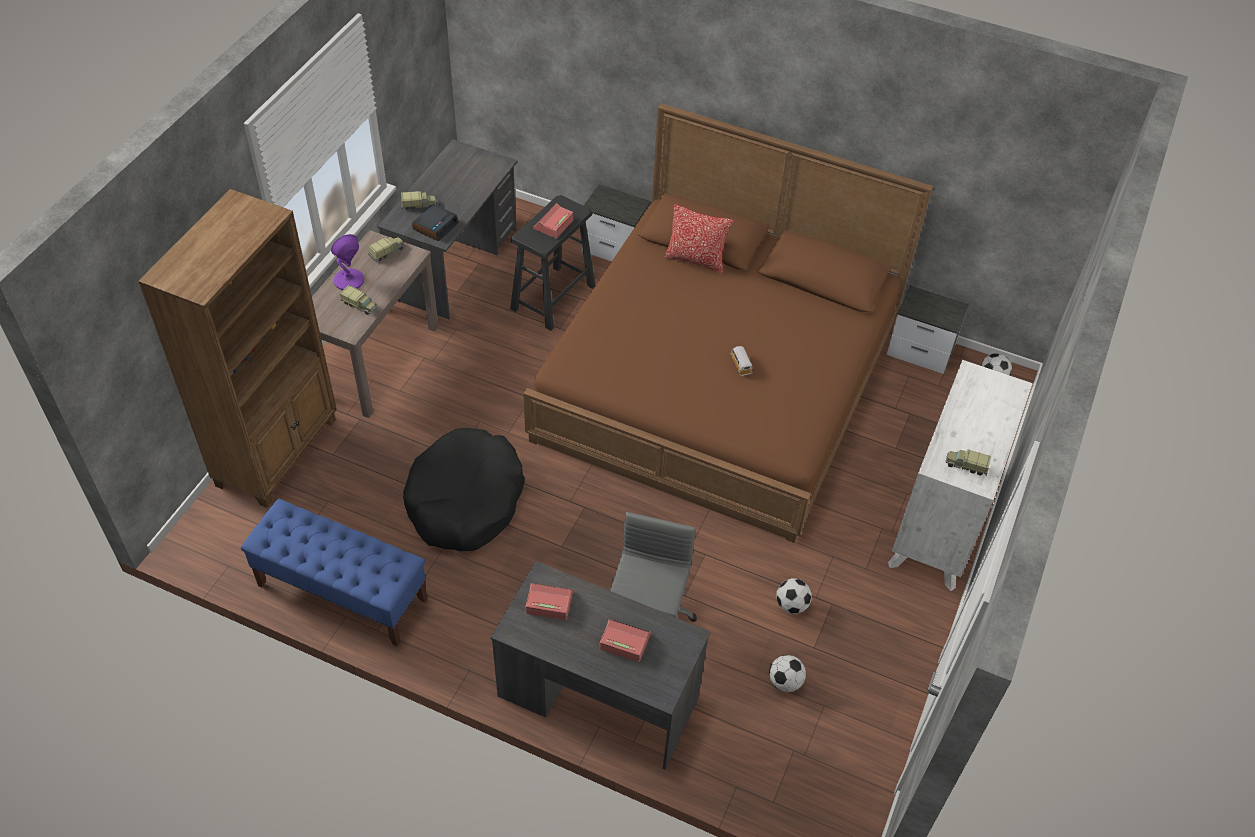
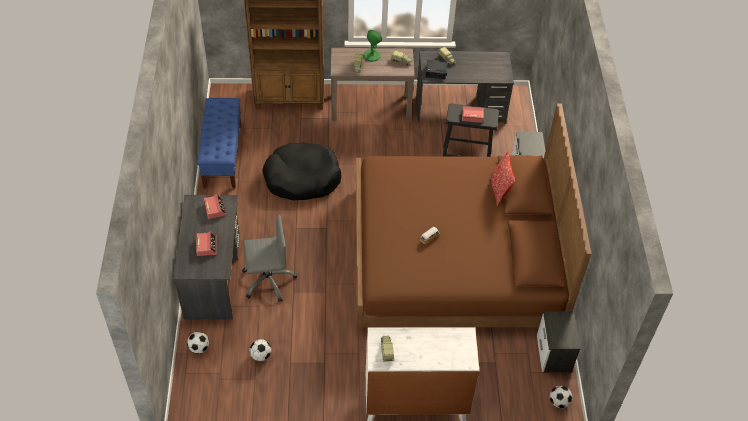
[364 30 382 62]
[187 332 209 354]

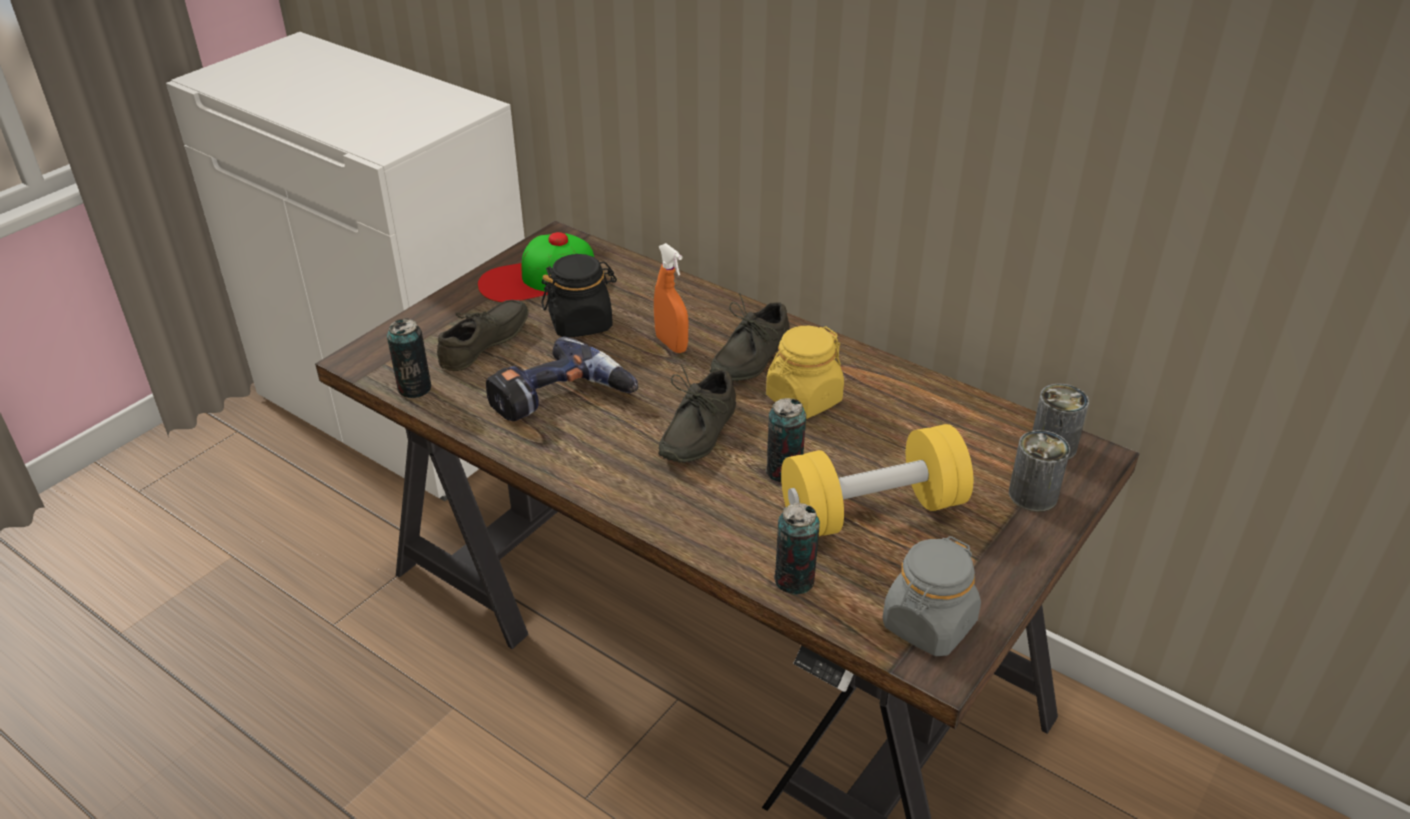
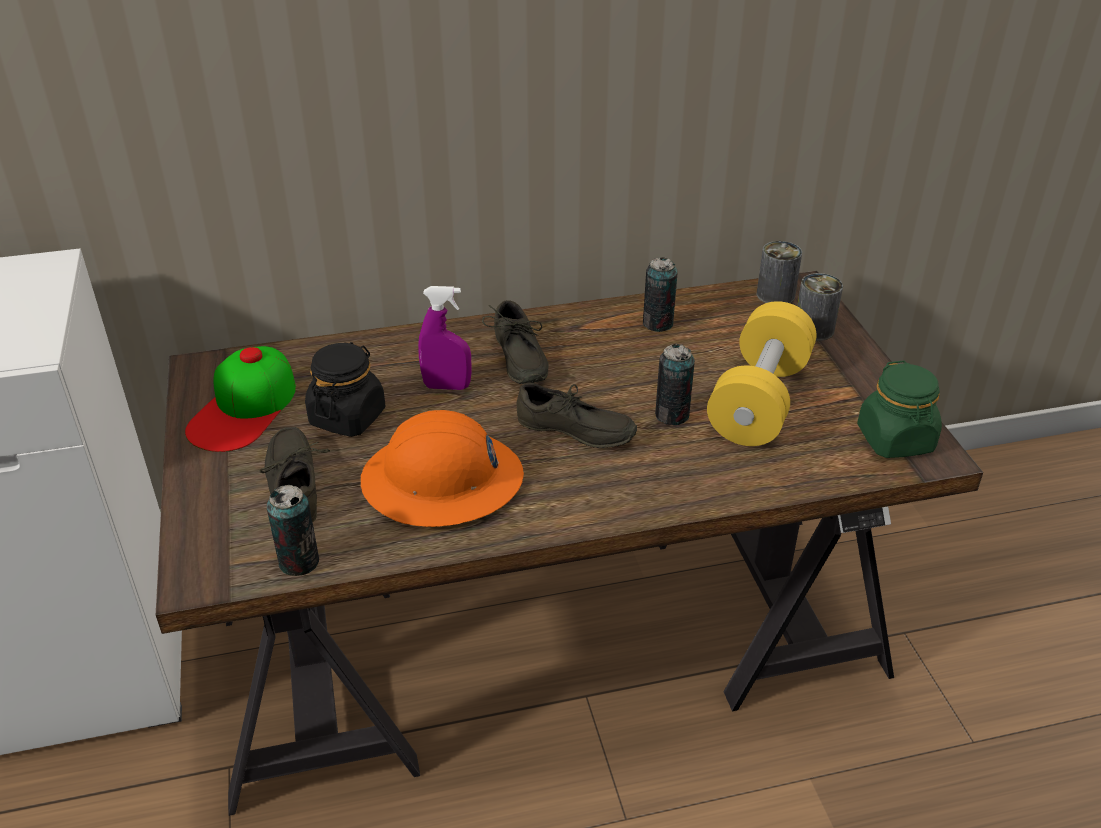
[361 410 524 527]
[418 286 472 390]
[517 382 637 448]
[766 326 844 419] (first image)
[643 257 678 332]
[857 361 942 458]

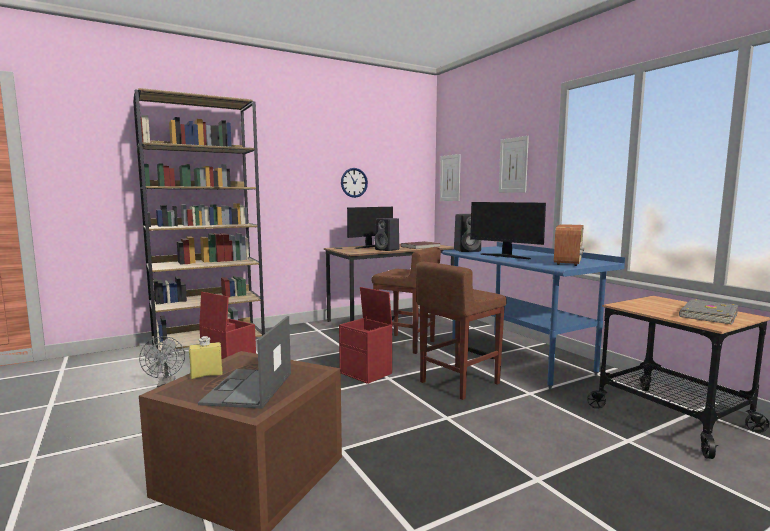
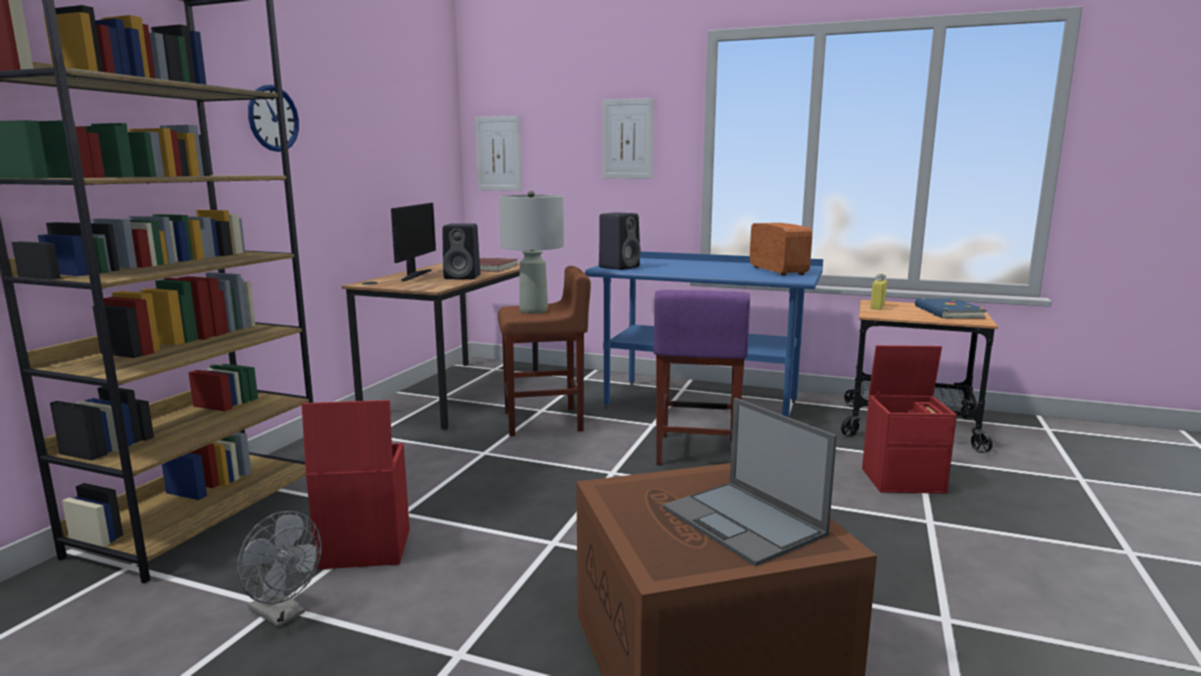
[870 274 887 310]
[862 345 957 494]
[248 85 299 152]
[653 290 750 465]
[470 202 546 259] (first image)
[915 298 987 319]
[499 191 564 314]

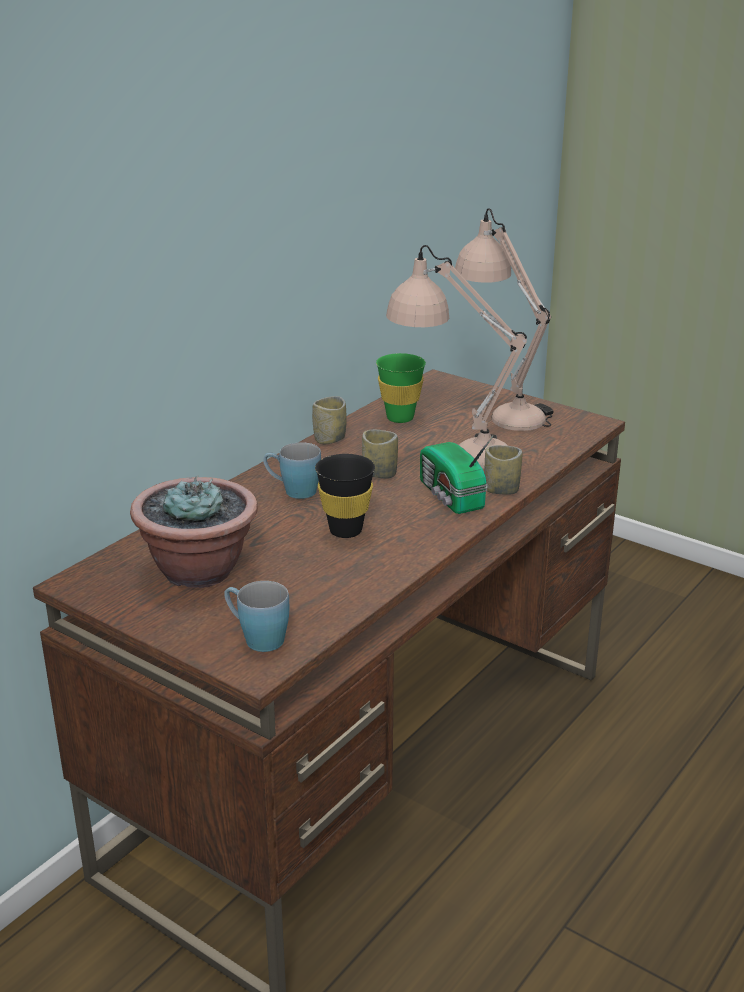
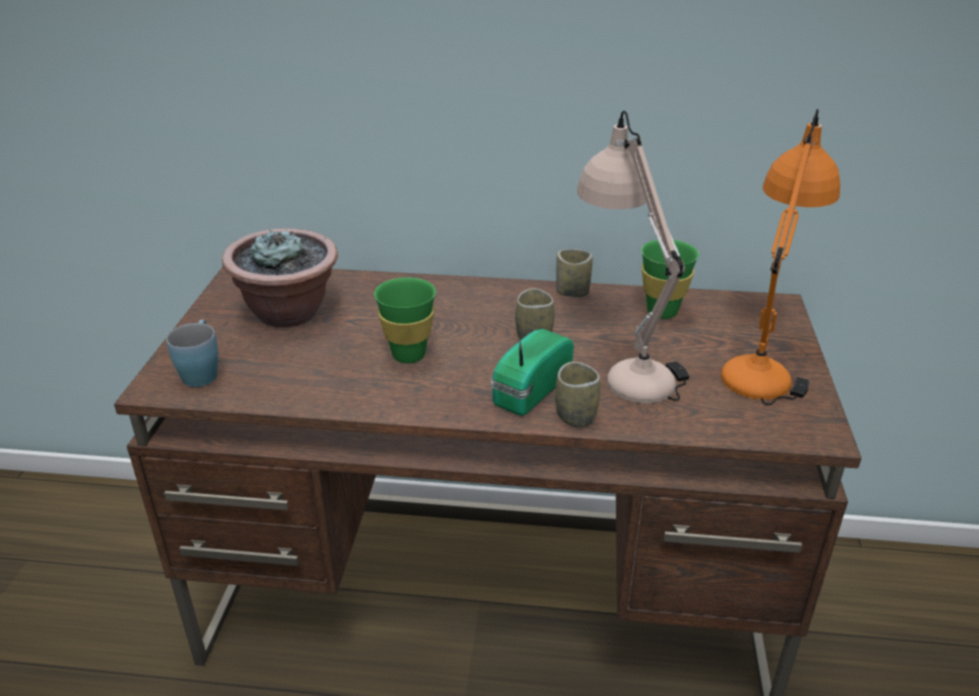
[263 442 321 499] (first image)
[374 277 436 363]
[721 109 840 405]

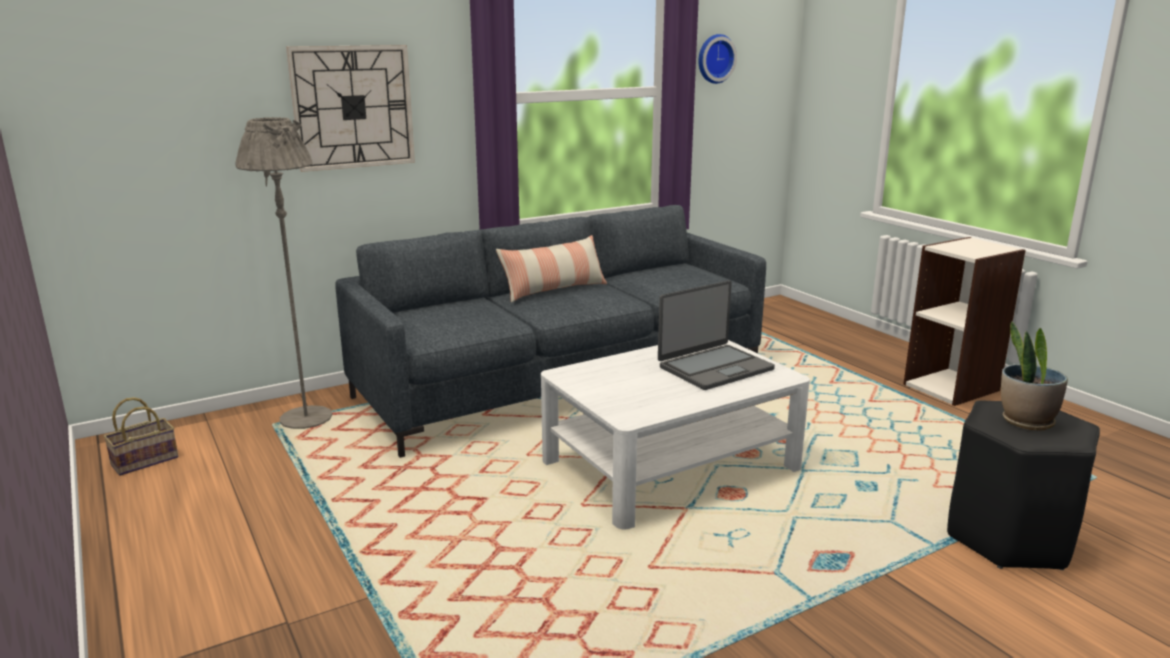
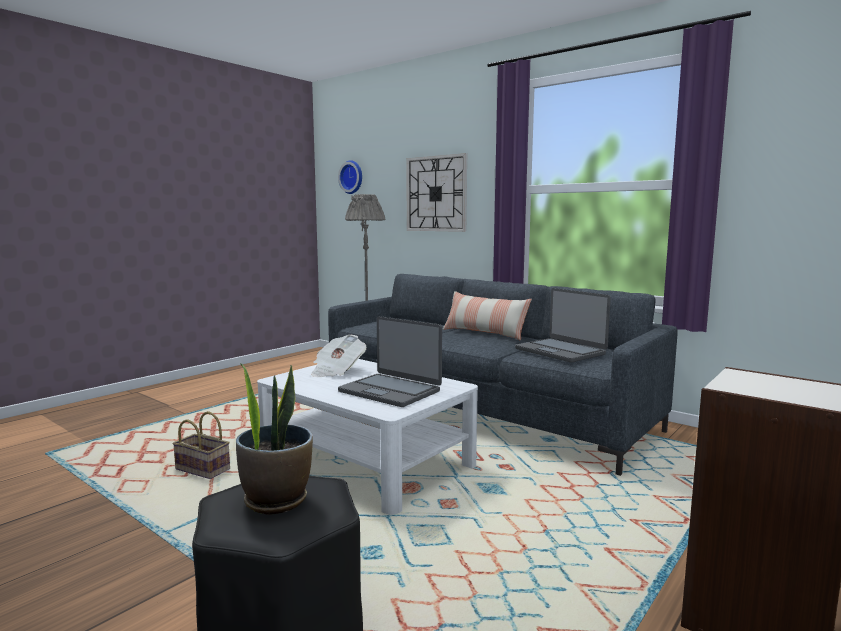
[172 411 230 479]
[338 160 362 194]
[311 335 366 377]
[515 288 611 363]

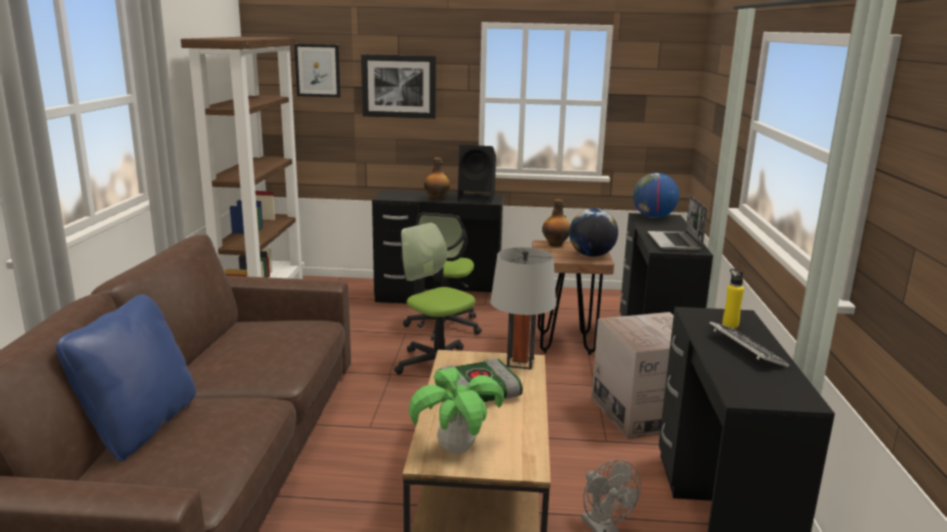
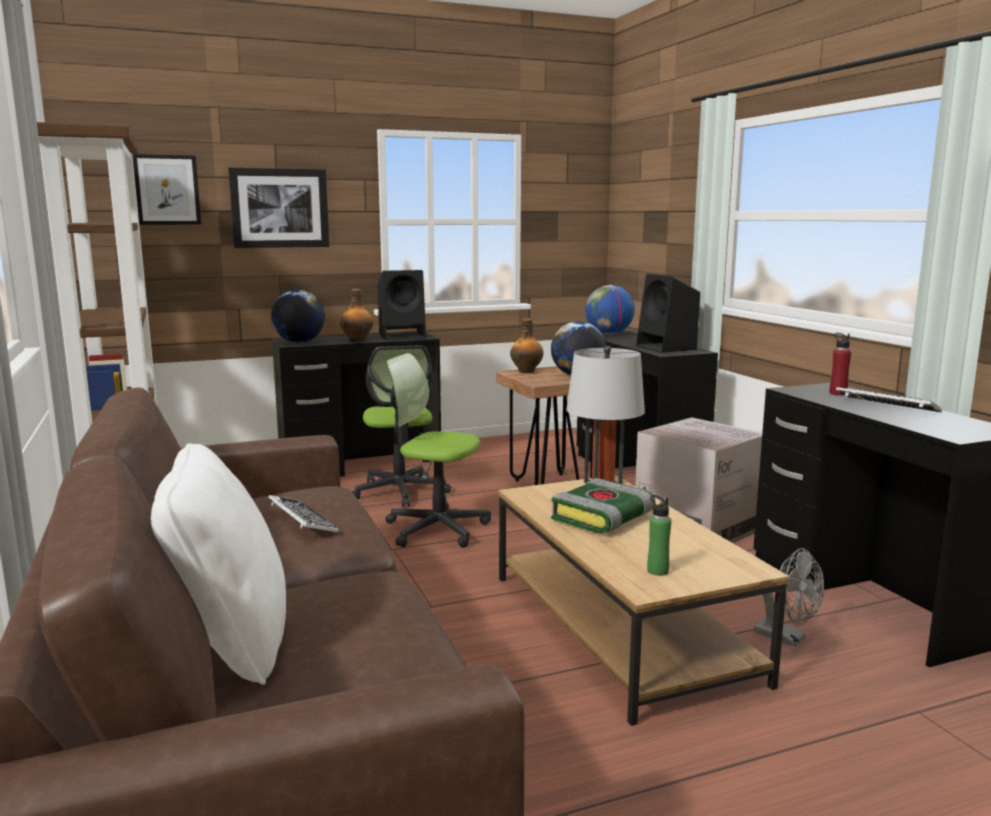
[151 443 286 685]
[647 495 671 576]
[636 274 700 353]
[829 333 851 396]
[268 495 339 533]
[271 290 325 343]

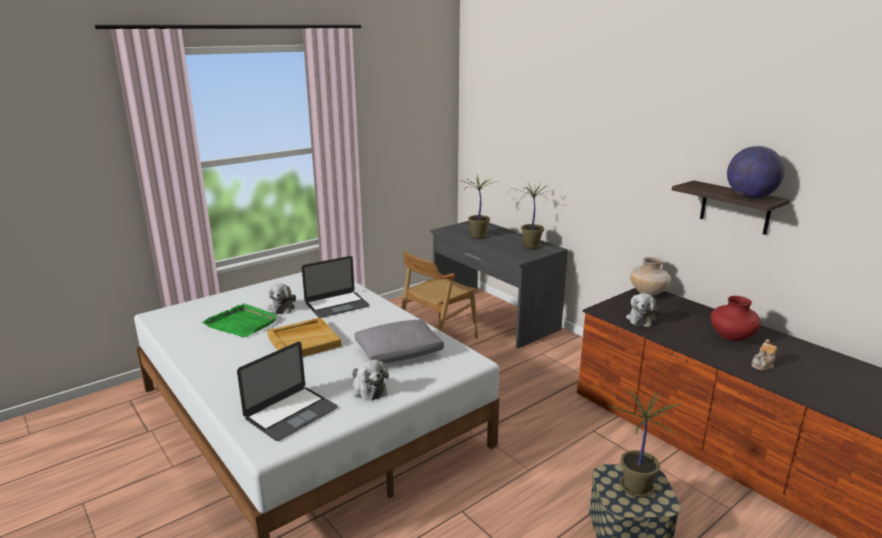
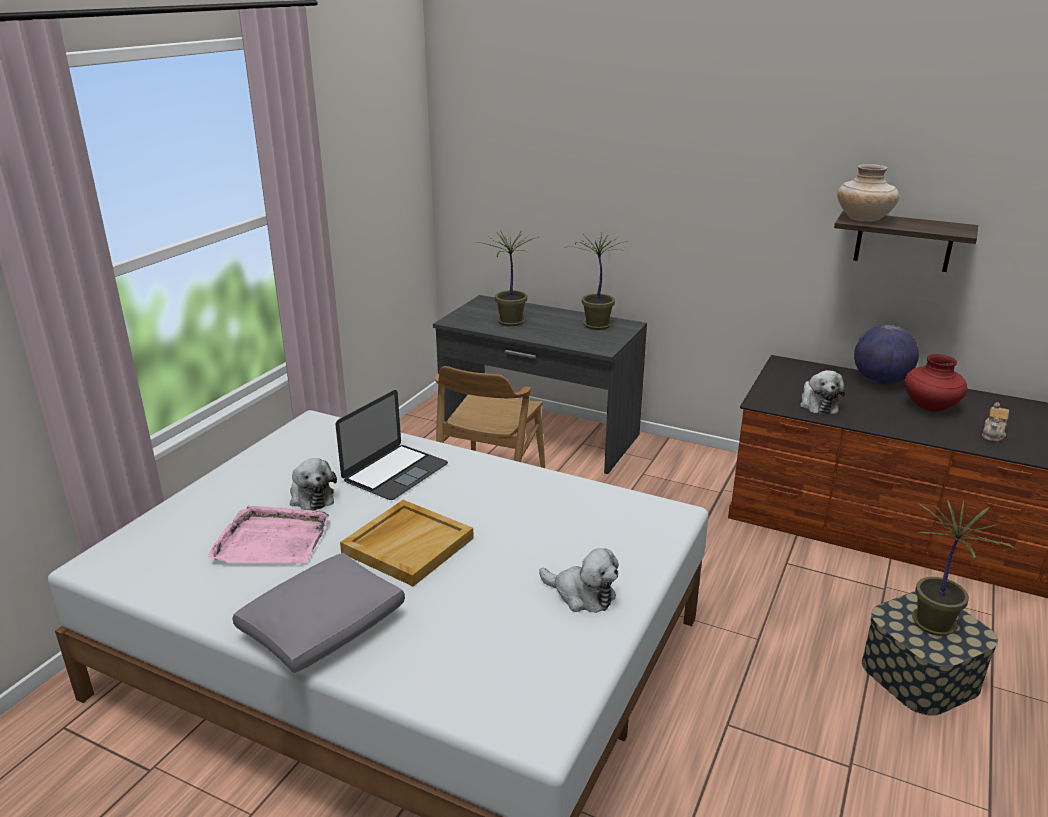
[208 505 329 564]
[237 342 338 441] (first image)
[232 553 405 673]
[837 164 899 222]
[854 325 919 385]

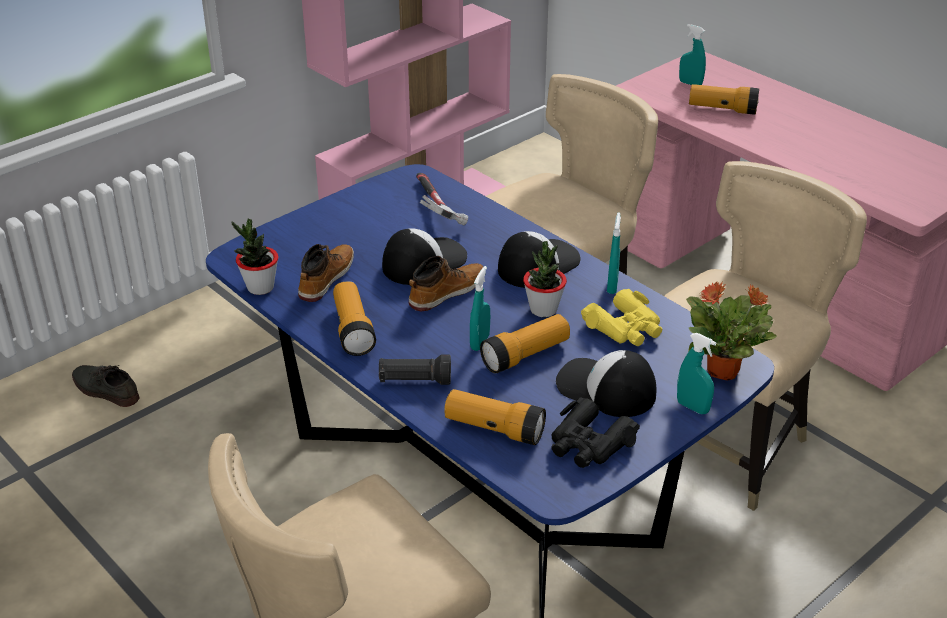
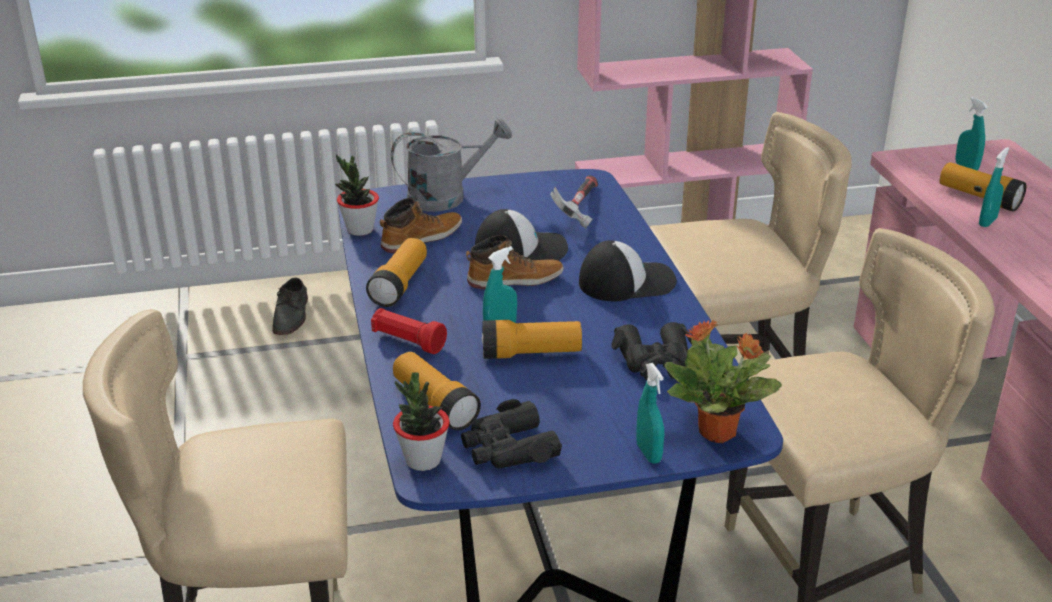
[272 278 308 335]
[371 308 447 354]
[393 372 450 471]
[556 350 656 417] (first image)
[611 322 692 380]
[979 147 1009 227]
[391 118 512 211]

